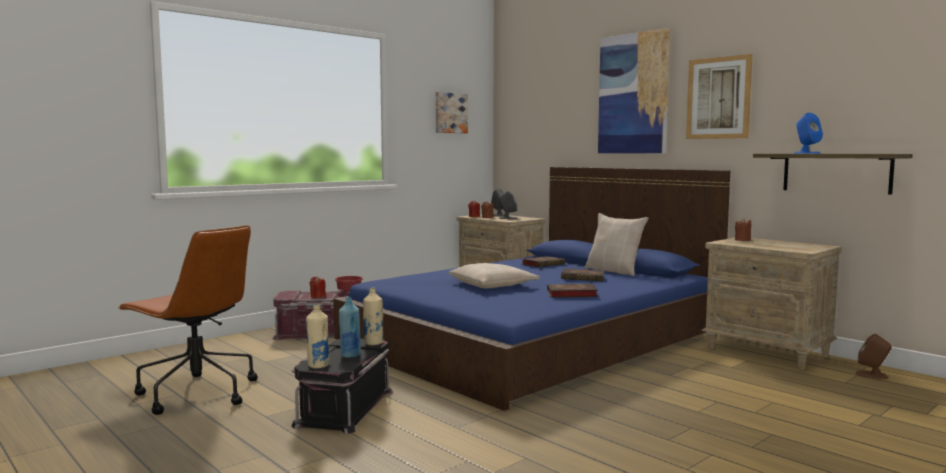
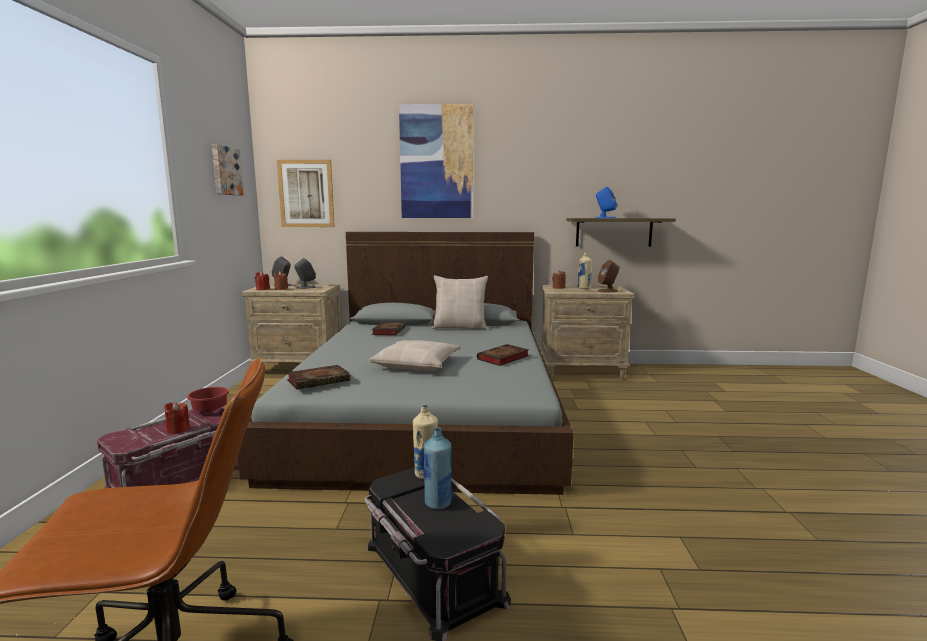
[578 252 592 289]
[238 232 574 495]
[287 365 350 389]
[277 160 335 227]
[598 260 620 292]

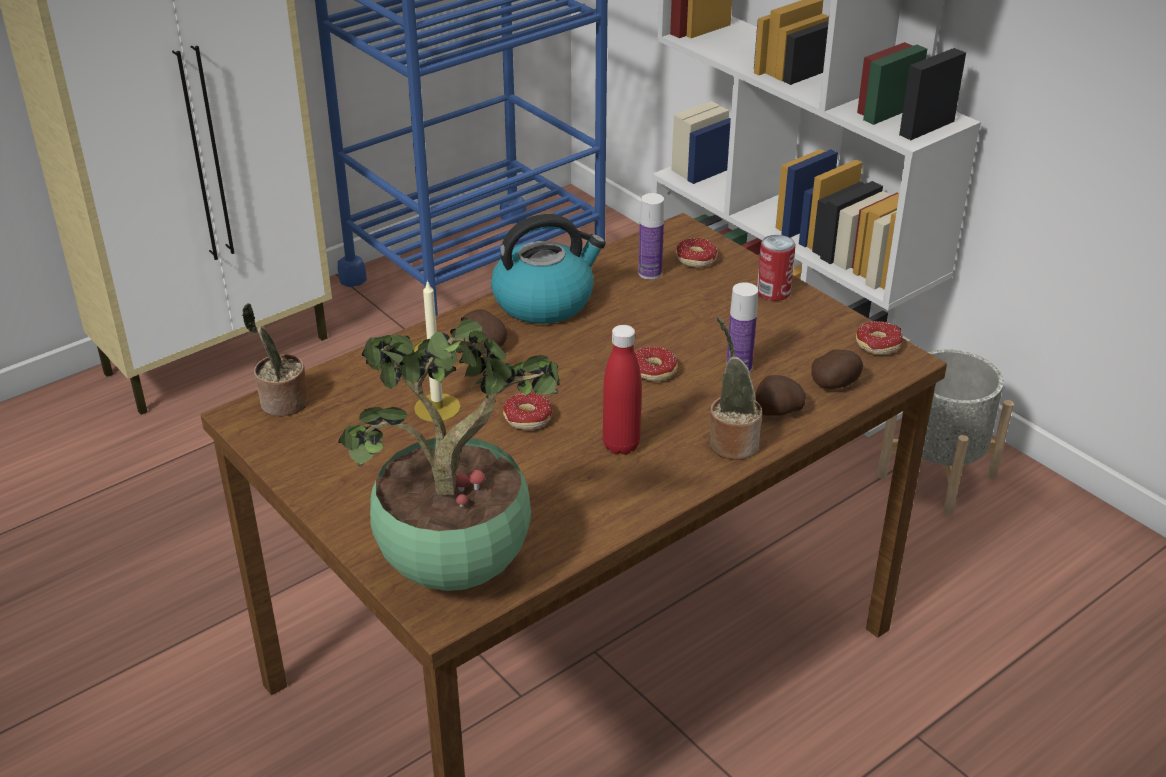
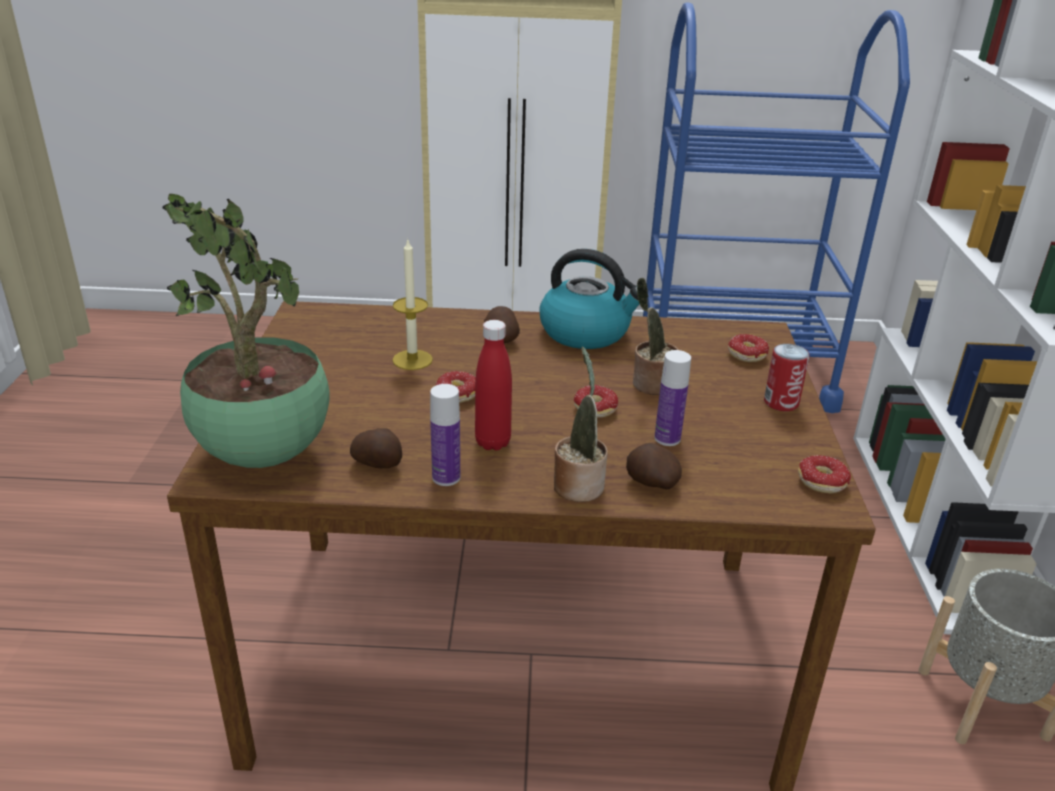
[633 278 678 395]
[430 384 460 486]
[350 428 402 468]

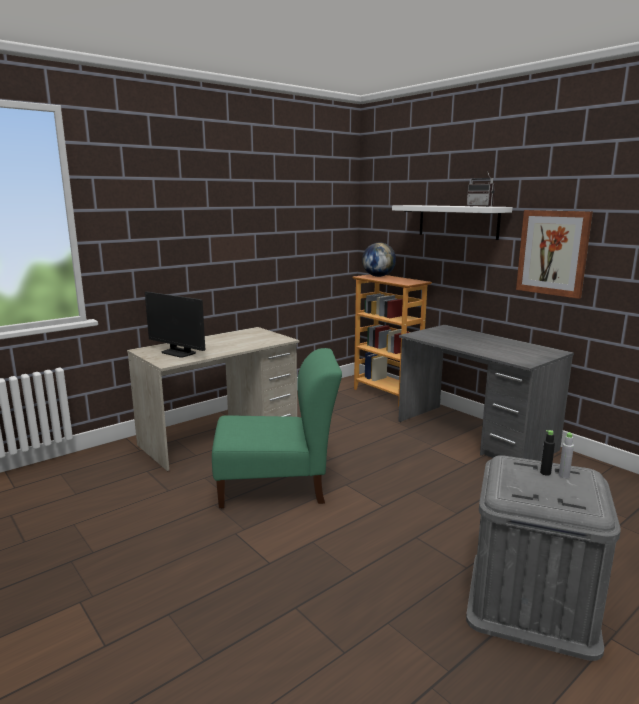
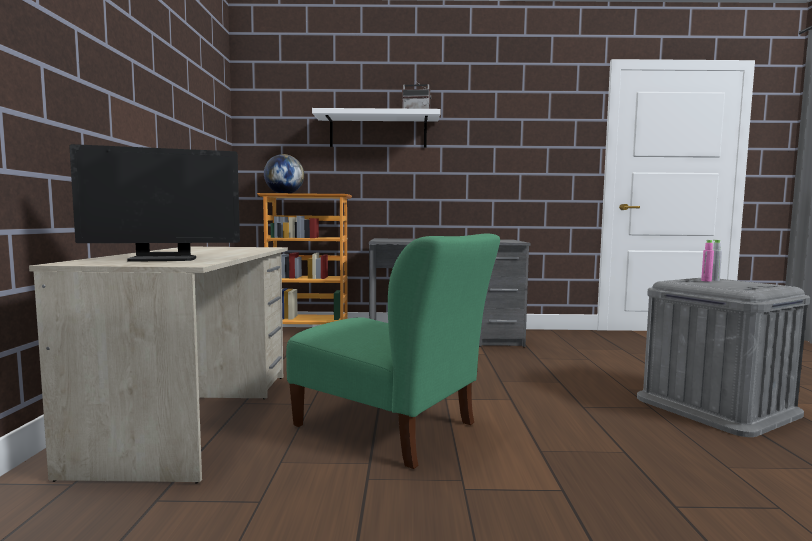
[286 234 500 469]
[516 210 593 299] (first image)
[701 240 714 282]

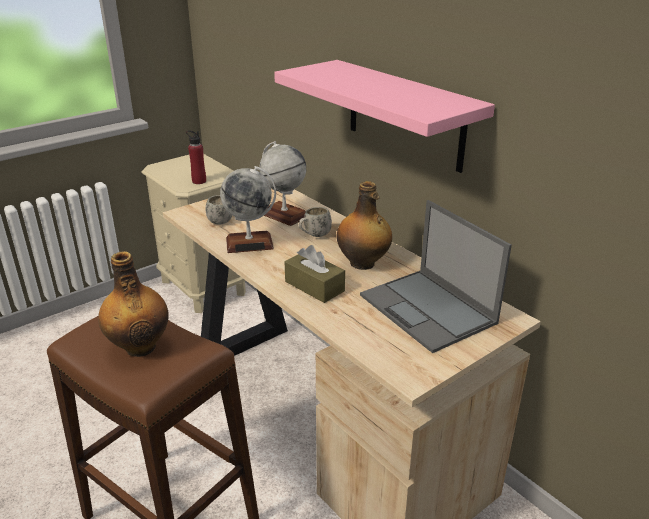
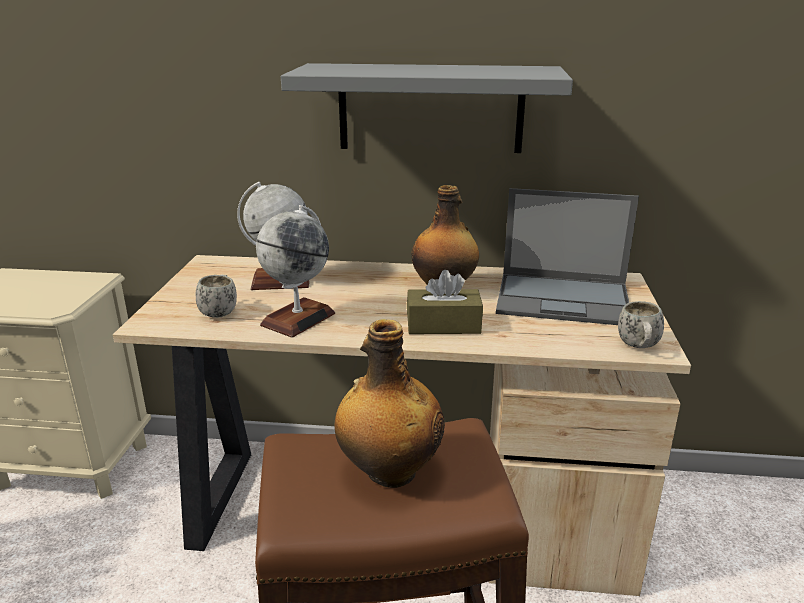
[186 130 206 184] (first image)
[281 63 573 153]
[618 301 664 348]

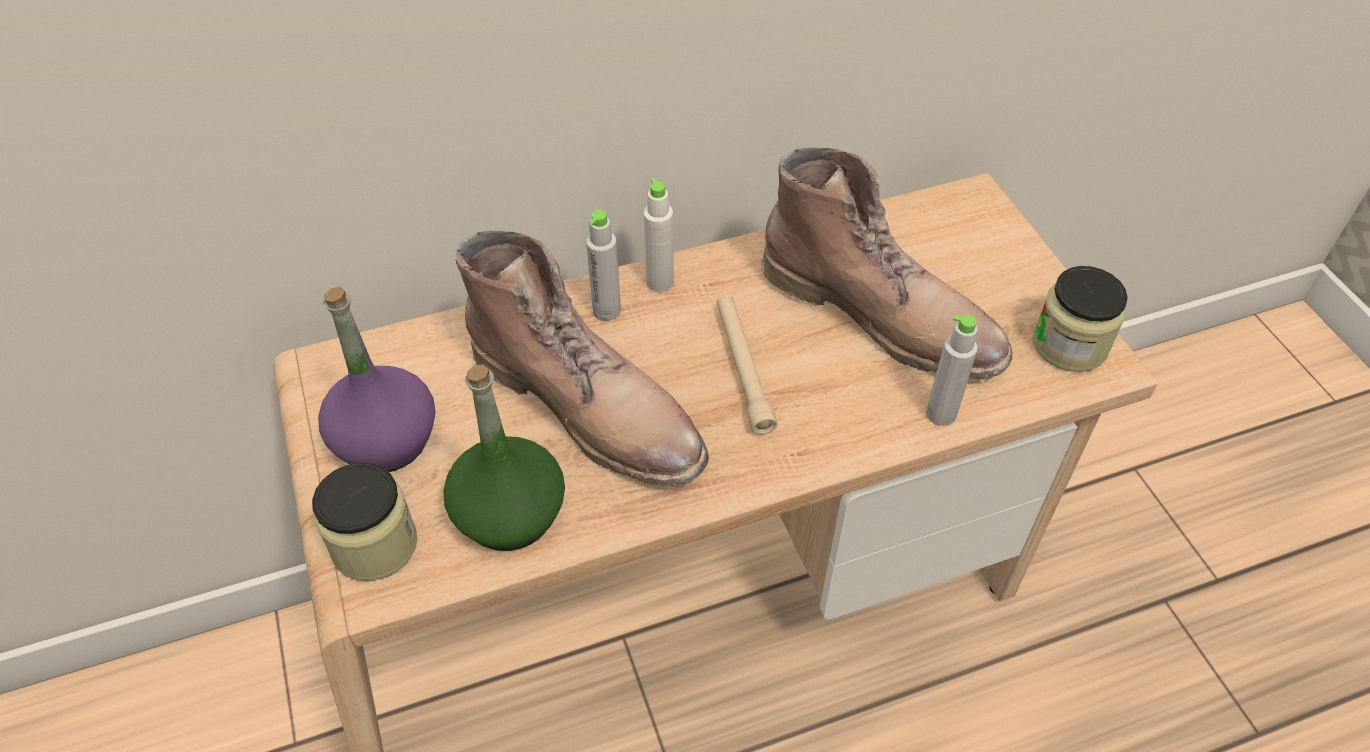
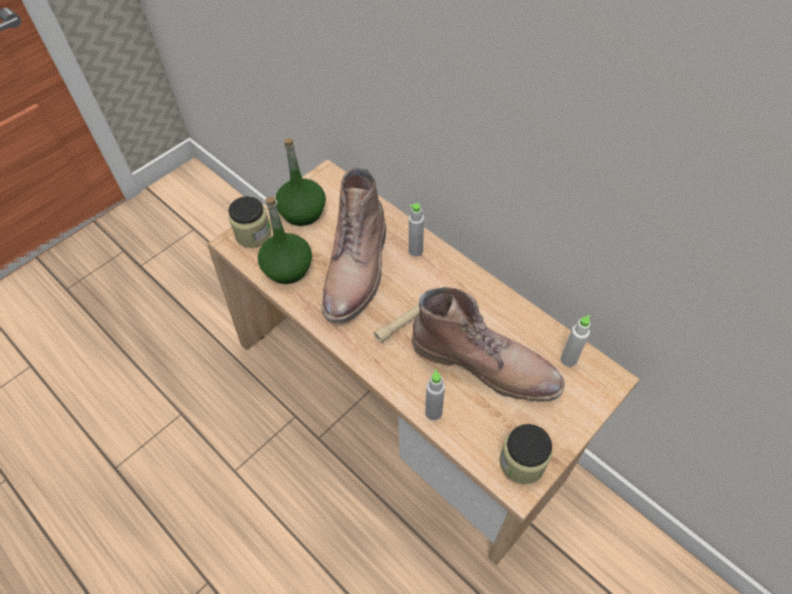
[275 138 326 226]
[561 314 590 367]
[412 287 565 402]

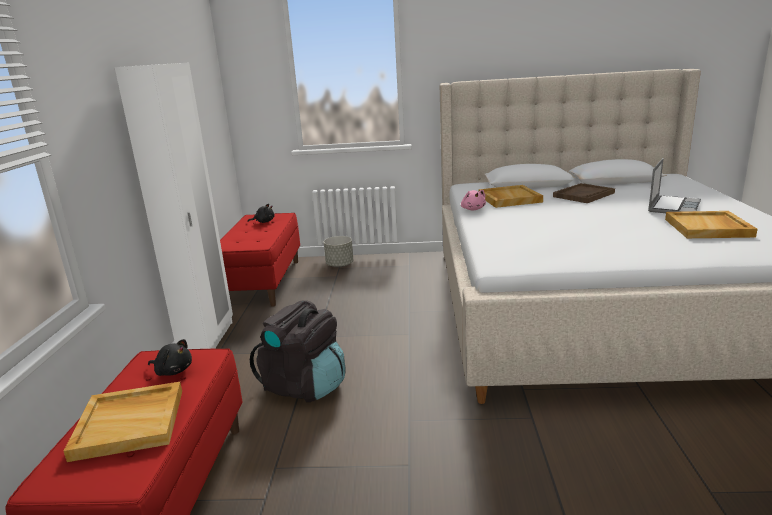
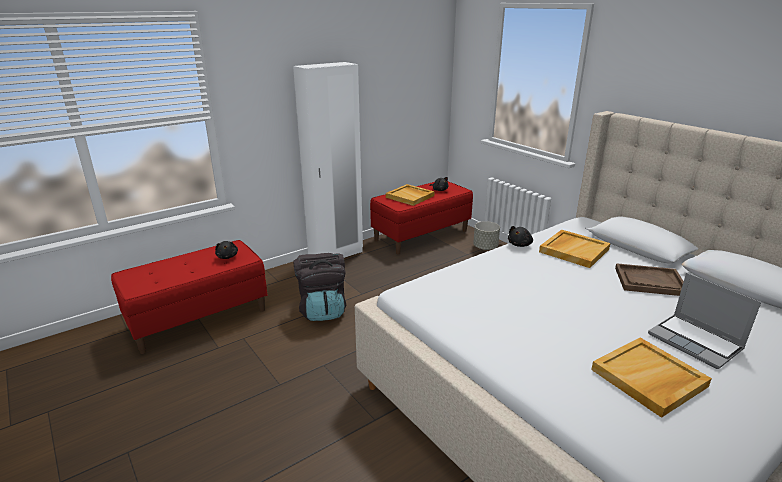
[386 184 434 206]
[508 226 533 247]
[648 273 761 369]

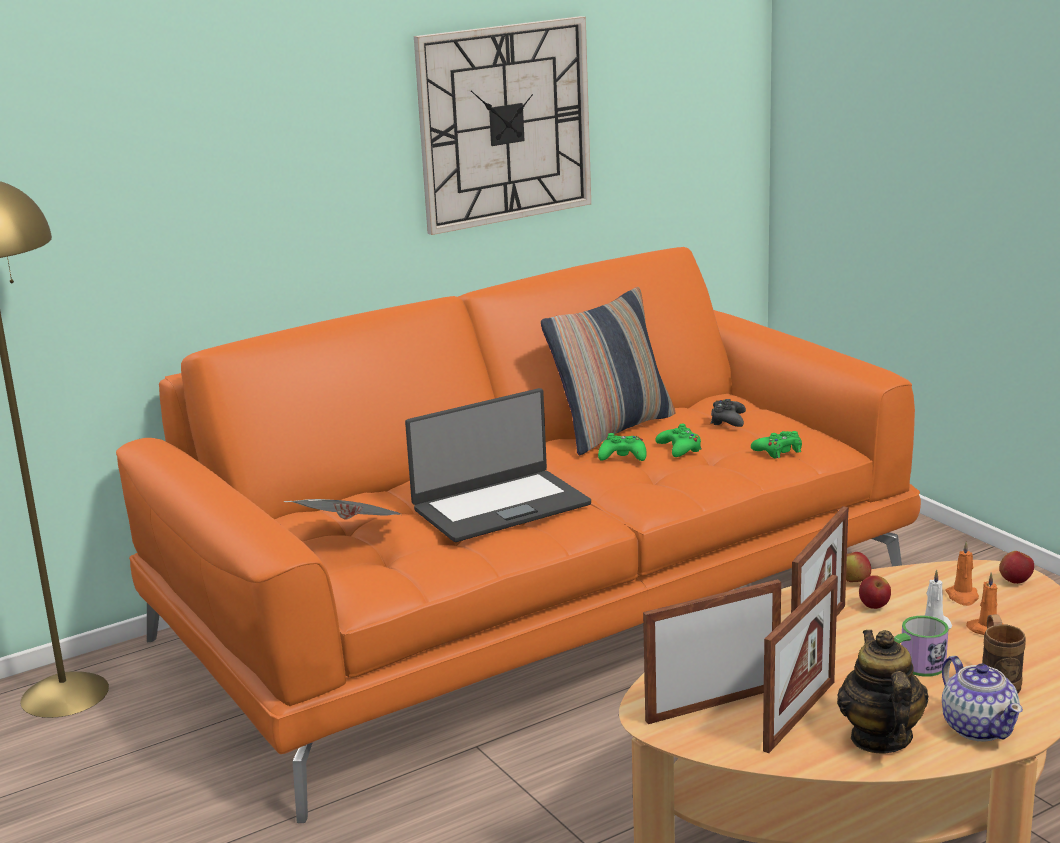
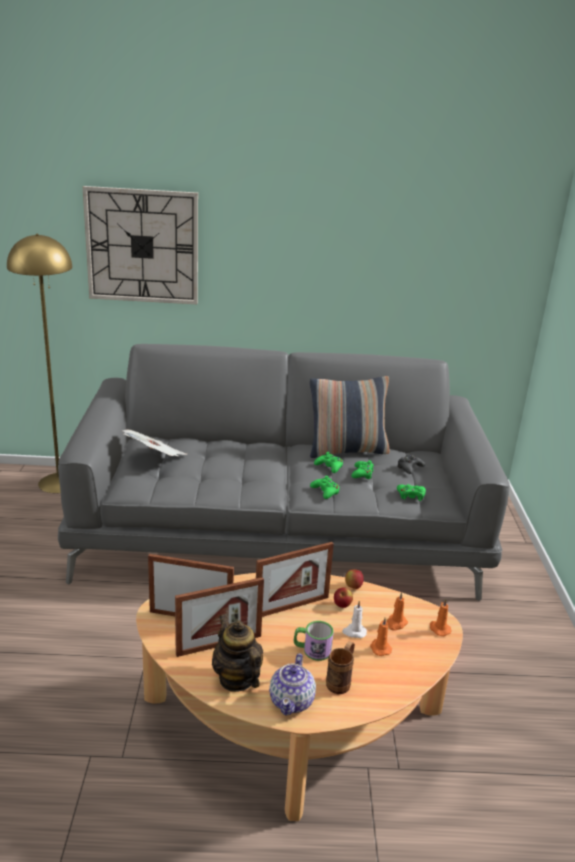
[58 344 510 601]
[405 388 591 542] (first image)
[83 186 198 304]
[212 615 263 692]
[430 599 451 636]
[310 476 340 499]

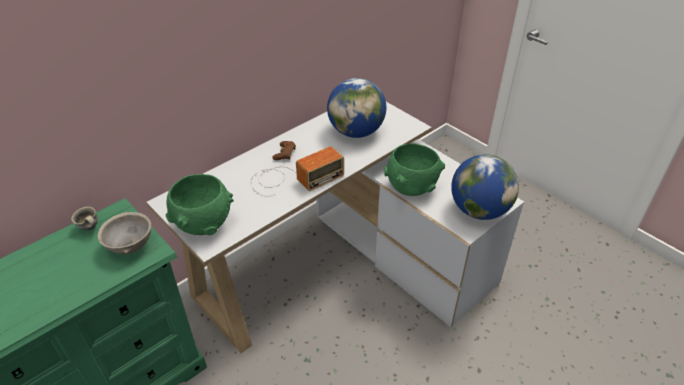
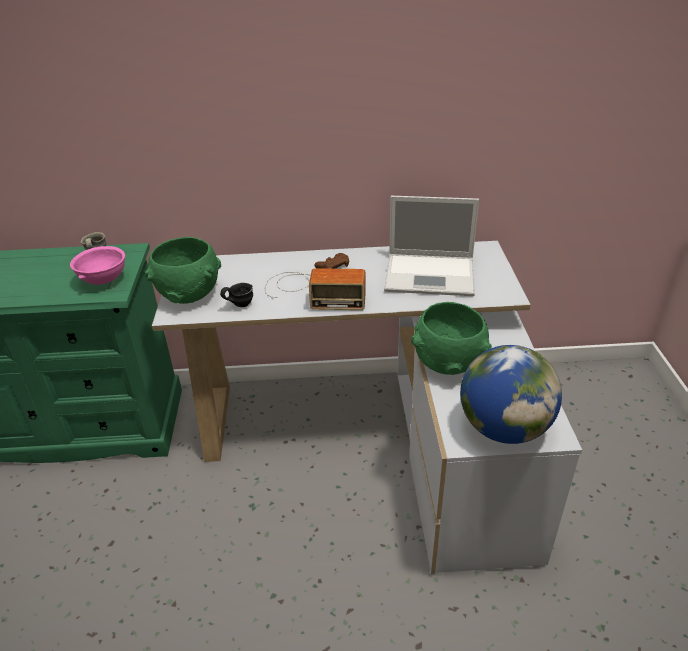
[70 246 125 285]
[384 196 479 296]
[220 283 253 307]

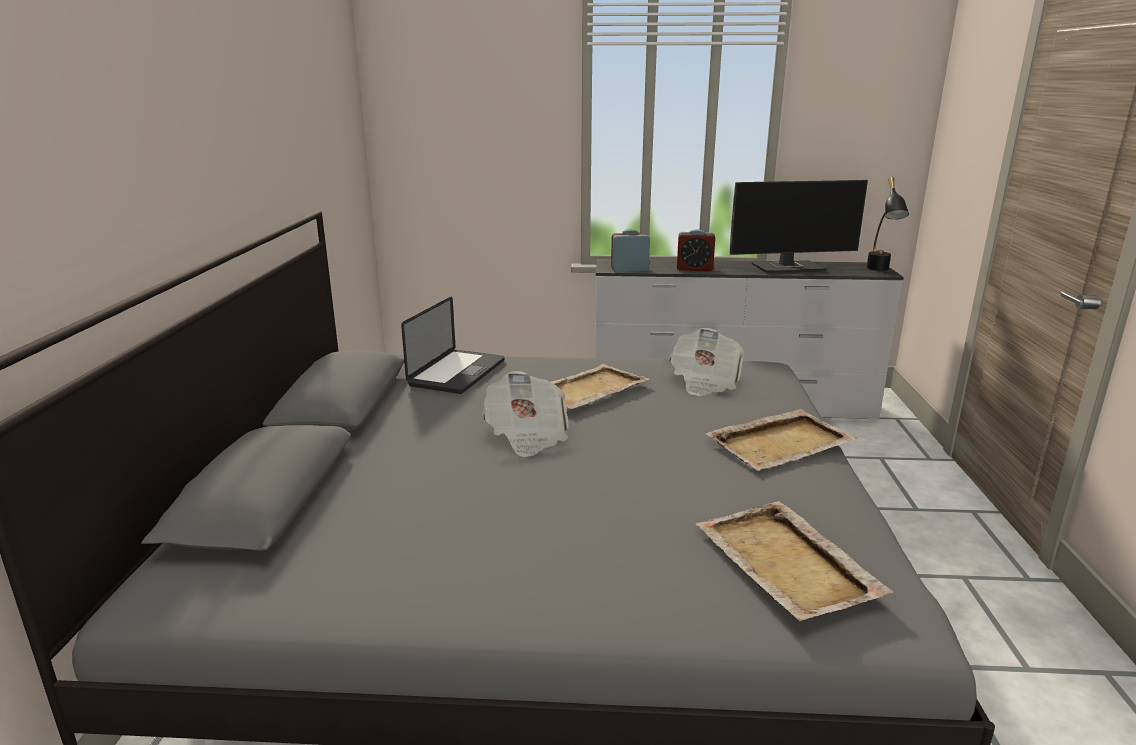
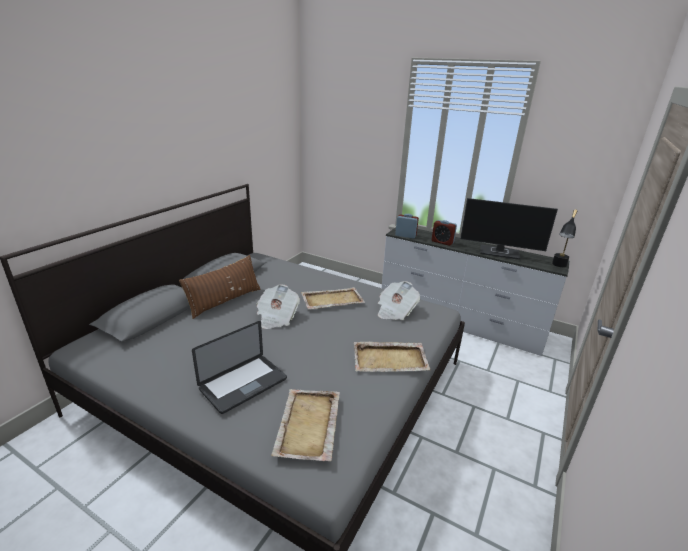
[192 321 287 414]
[179 255 261 319]

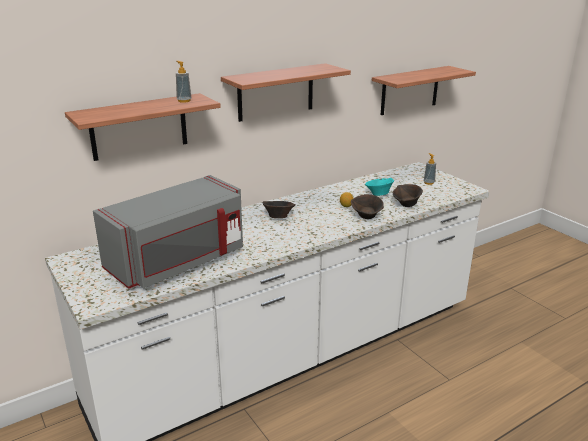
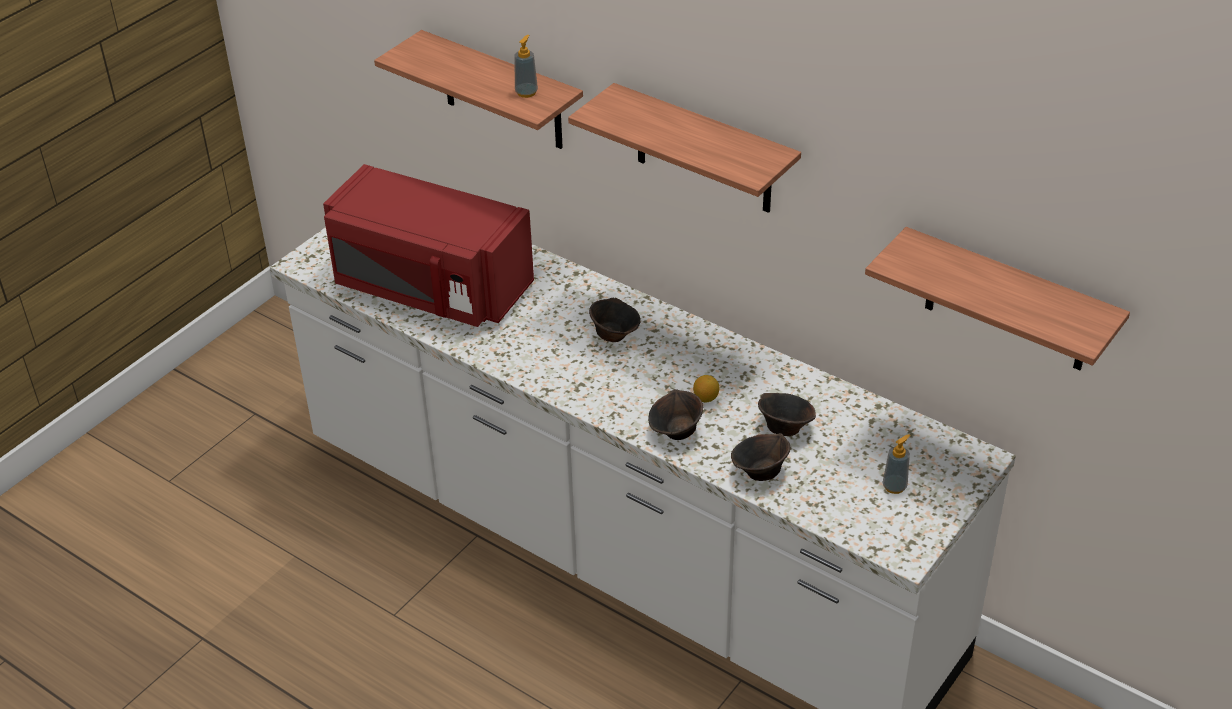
[323 164 534 327]
[758 393 816 436]

